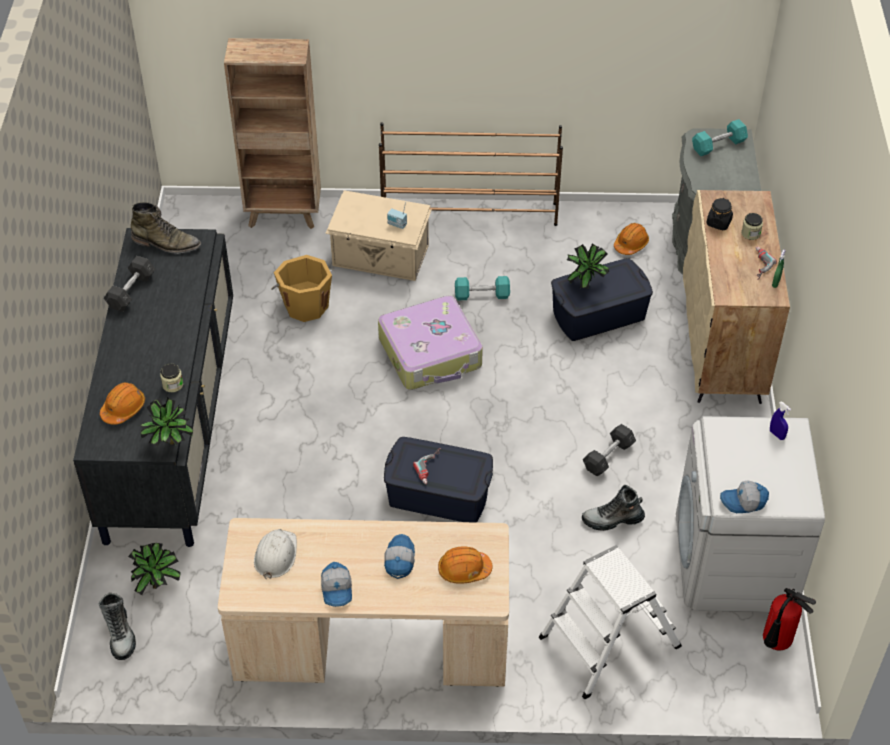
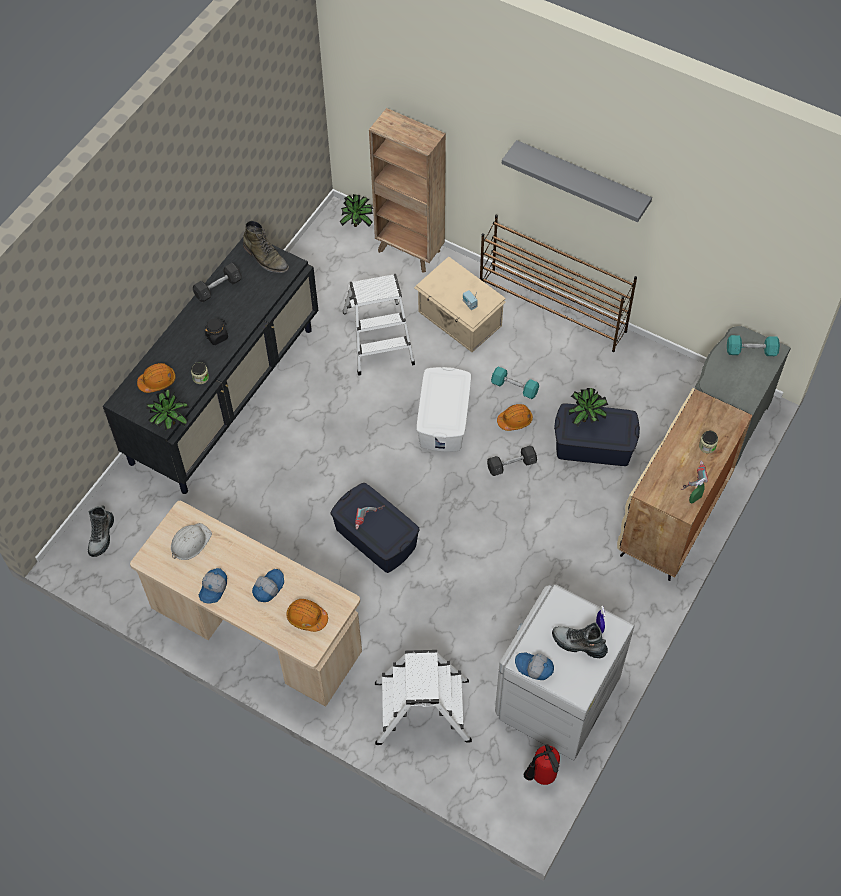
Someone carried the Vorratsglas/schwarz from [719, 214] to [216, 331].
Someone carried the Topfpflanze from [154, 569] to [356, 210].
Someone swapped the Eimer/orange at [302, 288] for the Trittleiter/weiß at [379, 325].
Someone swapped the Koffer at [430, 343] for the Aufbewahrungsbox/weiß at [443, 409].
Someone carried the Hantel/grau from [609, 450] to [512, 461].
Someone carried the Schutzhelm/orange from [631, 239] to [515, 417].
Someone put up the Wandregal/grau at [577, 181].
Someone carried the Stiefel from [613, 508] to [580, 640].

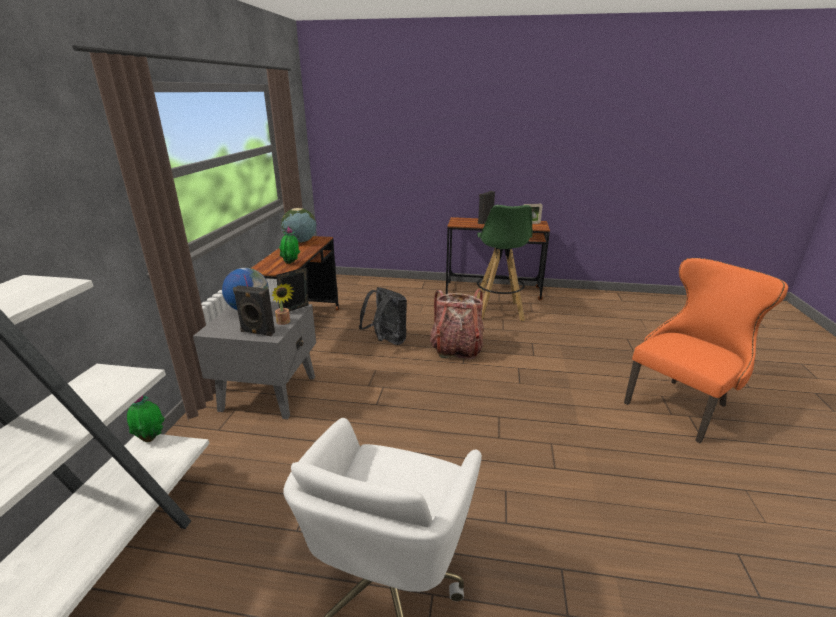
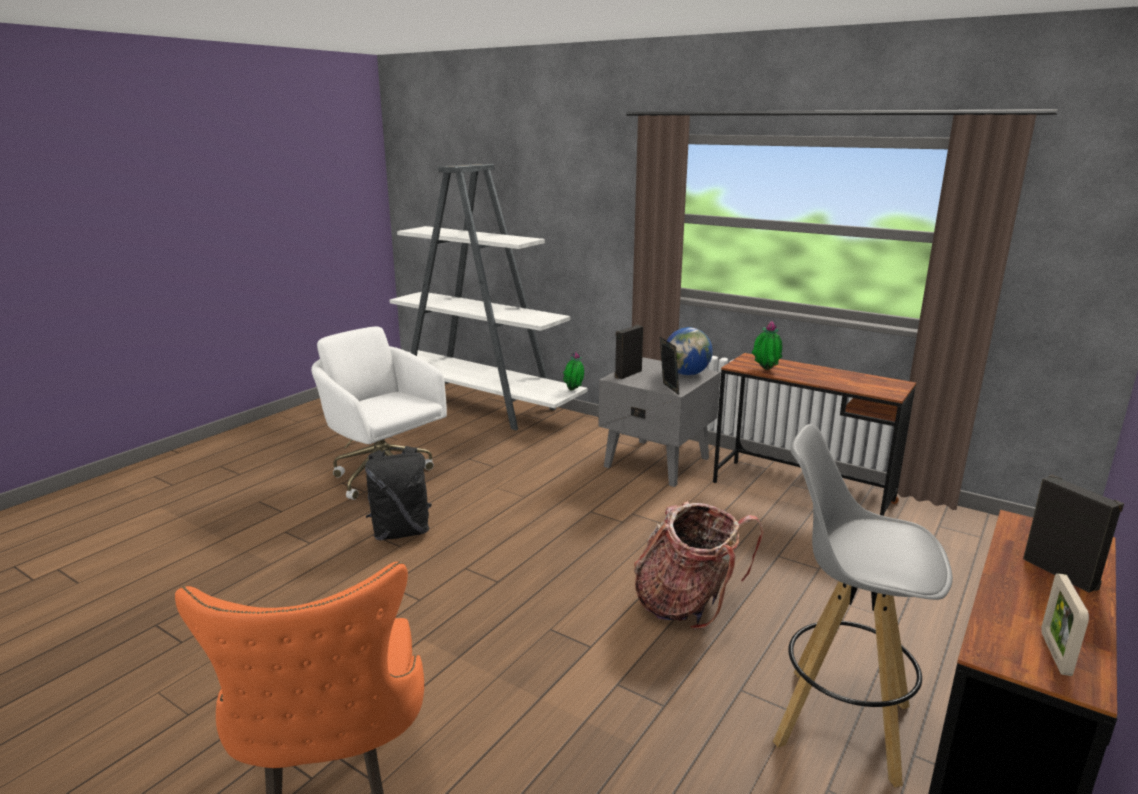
Someone carried the Rucksack/schwarz from [383, 316] to [398, 493].
Someone repainted the Hocker/grün at [504, 263], which became the Hocker/grau at [863, 605].
Someone took away the Topfpflanze at [283, 304].
Someone took away the Globus at [299, 225].

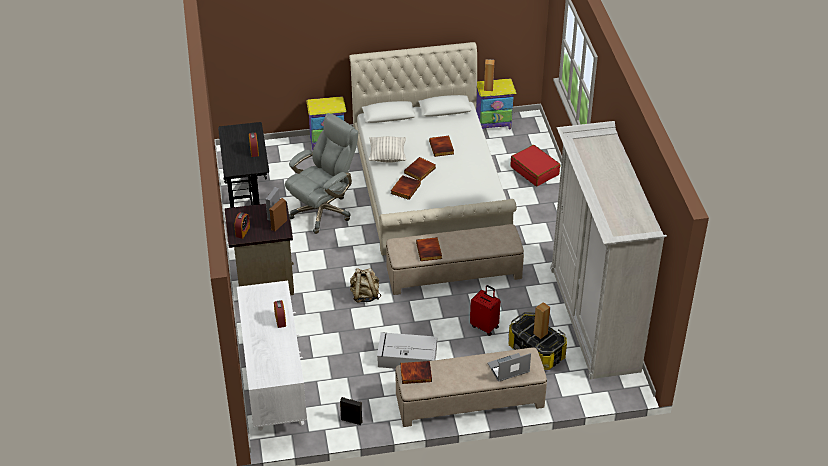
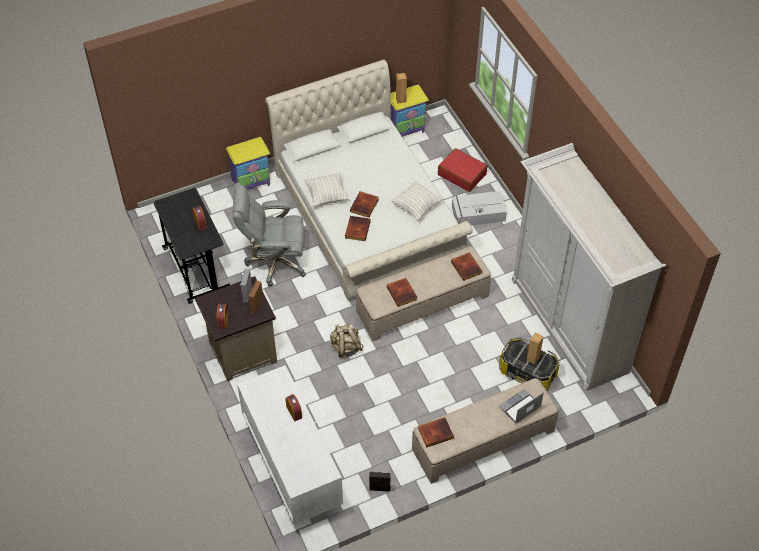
Someone rotated the Bürostuhl/grau at [322, 173] by 120 degrees counterclockwise.
Someone put down the Kissen at [417, 200].
Someone carried the Buch from [441, 146] to [466, 266].
Someone carried the Aufbewahrungsbox/grau from [407, 350] to [479, 208].
Someone took away the Koffer/rot at [485, 310].

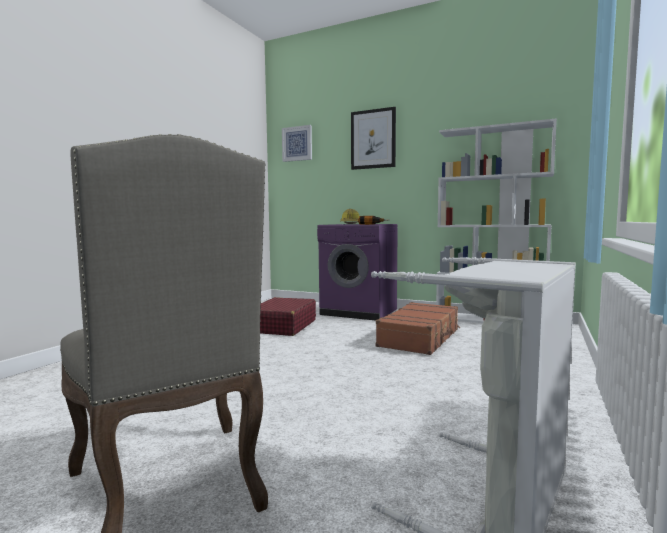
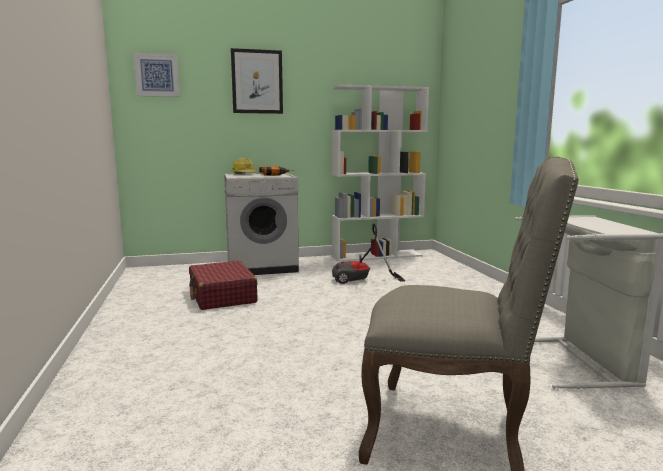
Someone repainted the Waschmaschine/lila at [357, 272], which became the Waschmaschine/weiß at [261, 224].
Someone swapped the Koffer/braun at [417, 328] for the Staubsauger at [368, 253].

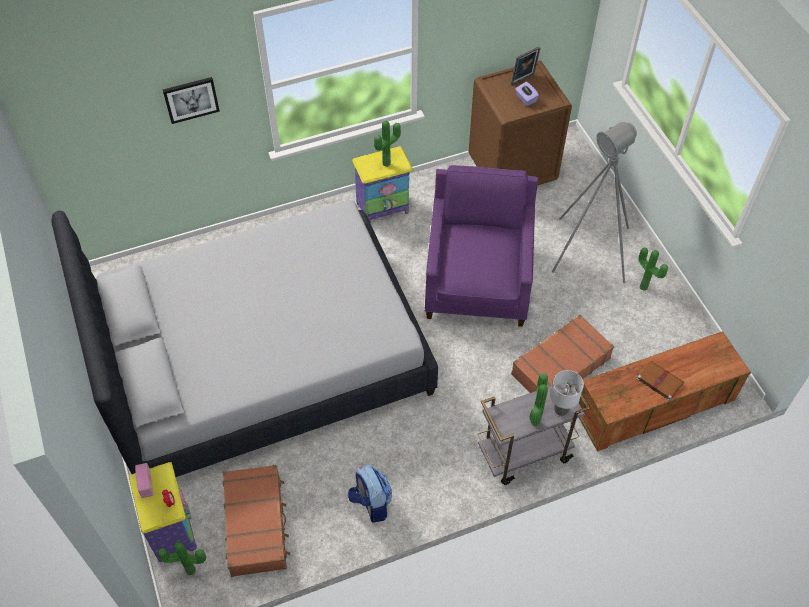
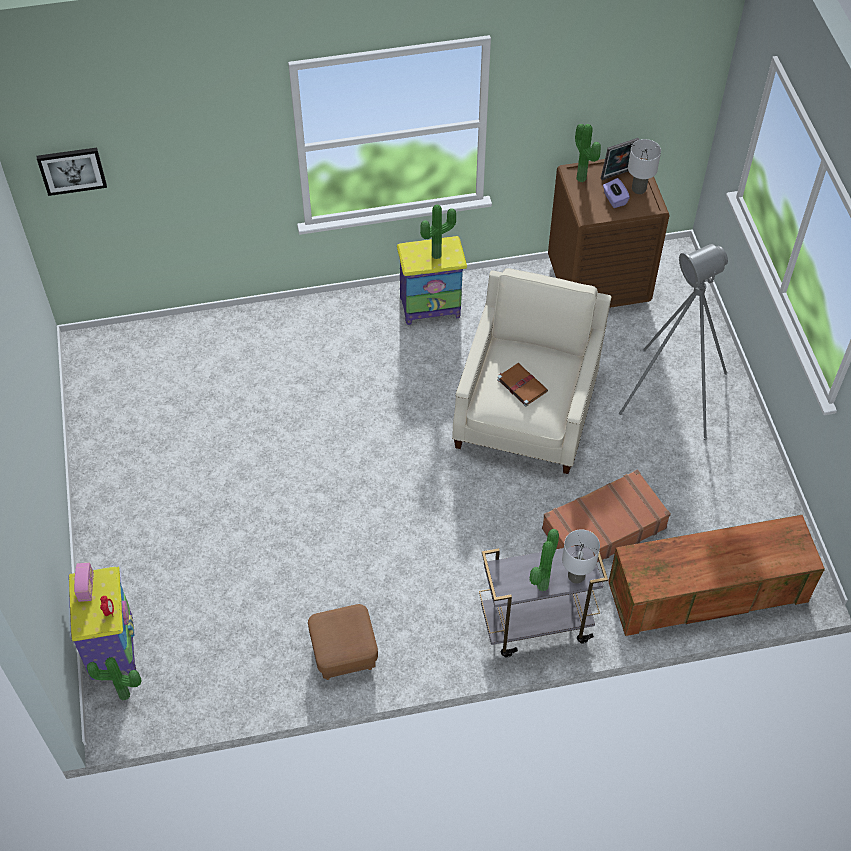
Someone carried the Bild from [191, 100] to [72, 171].
Someone swapped the Rucksack at [370, 494] for the Polsterhocker/braun at [343, 642].
Someone repainted the Sessel/lila at [481, 246], which became the Sessel/beige at [532, 371].
Someone carried the Buch/braun from [660, 381] to [522, 385].
Someone carried the Topfpflanze from [653, 269] to [588, 153].
Someone put down the Tischlampe/weiß at [644, 166].
Someone took away the Bett/grau at [244, 338].
Someone took away the Koffer/braun at [256, 521].

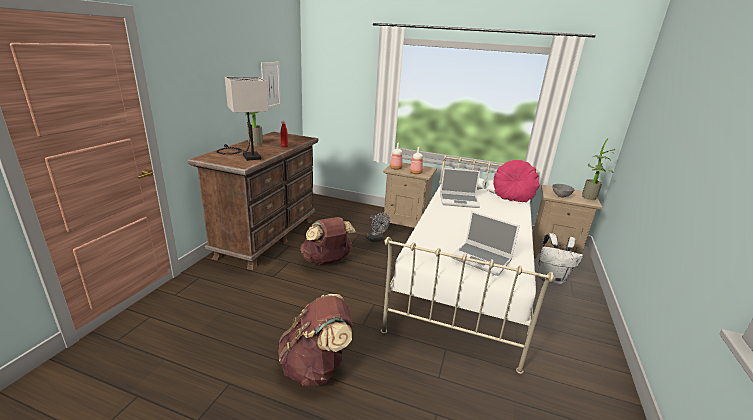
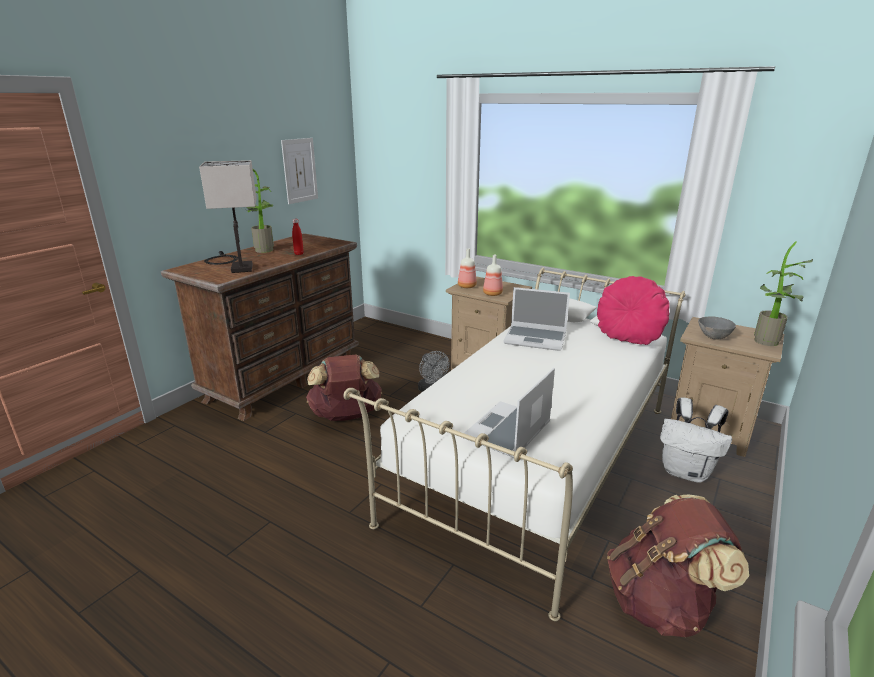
Someone rotated the Laptop at [485, 243] by 75 degrees clockwise.
Someone carried the Rucksack/braun from [316, 340] to [678, 566].

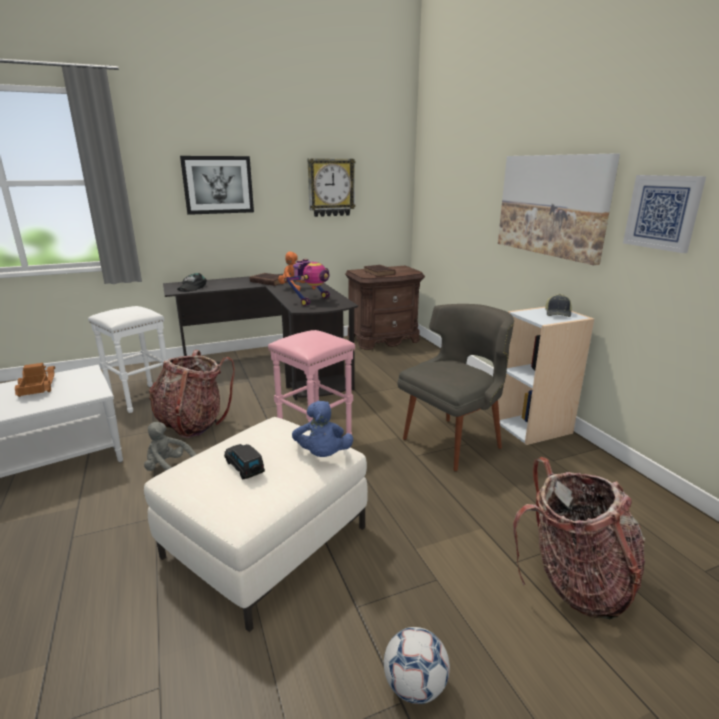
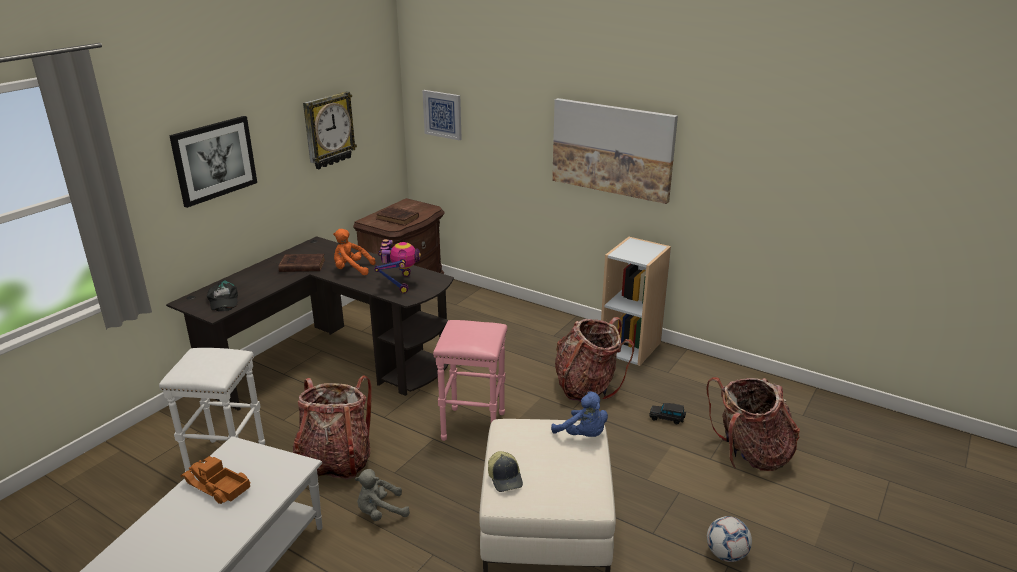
Someone carried the Bild from [664, 214] to [442, 115].
Someone carried the Kappe from [558, 305] to [505, 471].
Someone swapped the Stuhl/grau at [455, 388] for the Rucksack at [594, 359].
Someone carried the Spielzeugauto/schwarz from [244, 461] to [667, 413].

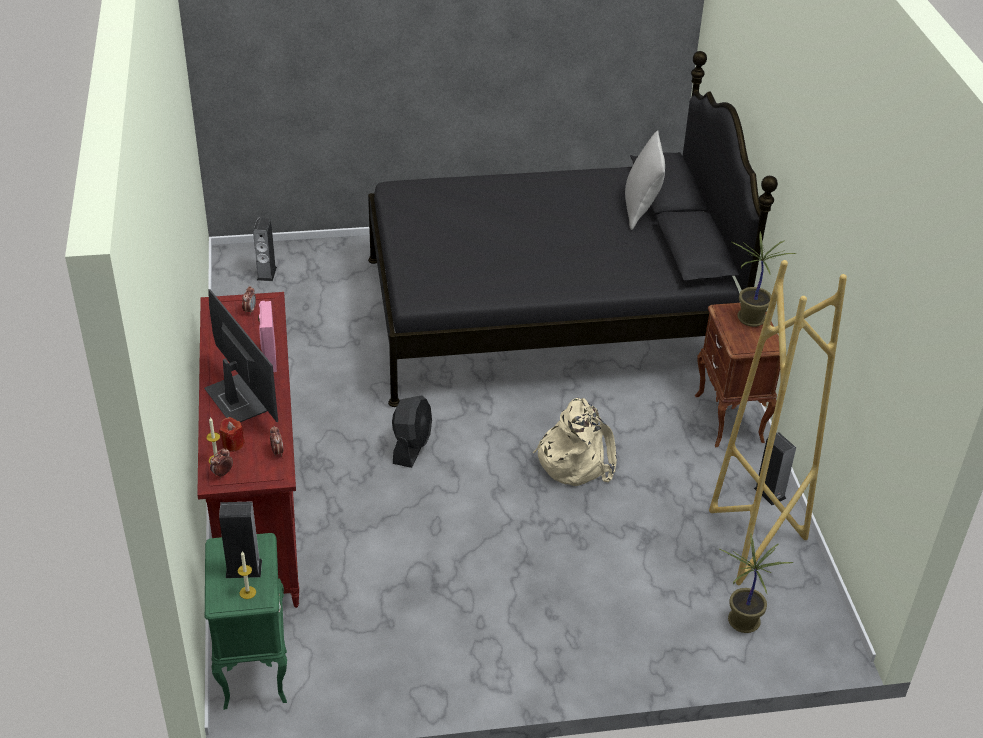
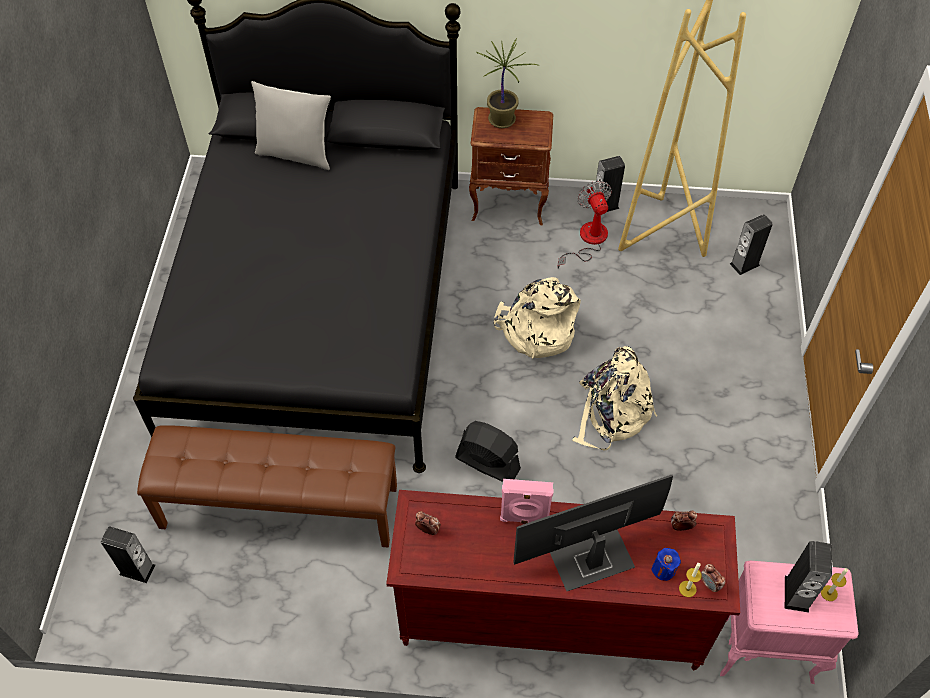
Someone put down the Bank/braun at [267, 486].
Someone put down the Ventilator at [585, 225].
Someone put down the Rucksack/beige at [614, 398].
Someone repainted the Kerze/rot at [232, 434], which became the Kerze/blau at [666, 564].
Someone repainted the Nachttisch/grün at [246, 621], which became the Nachttisch/rosa at [789, 622].
Someone swapped the Topfpflanze at [756, 583] for the Lautsprecher at [751, 244].

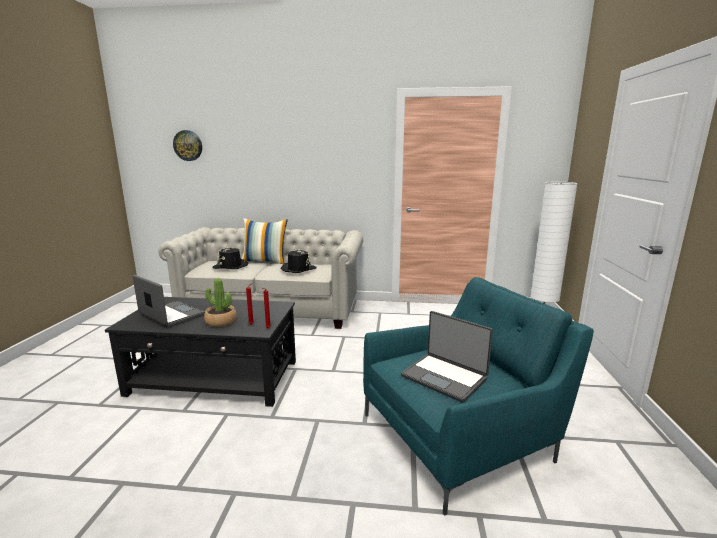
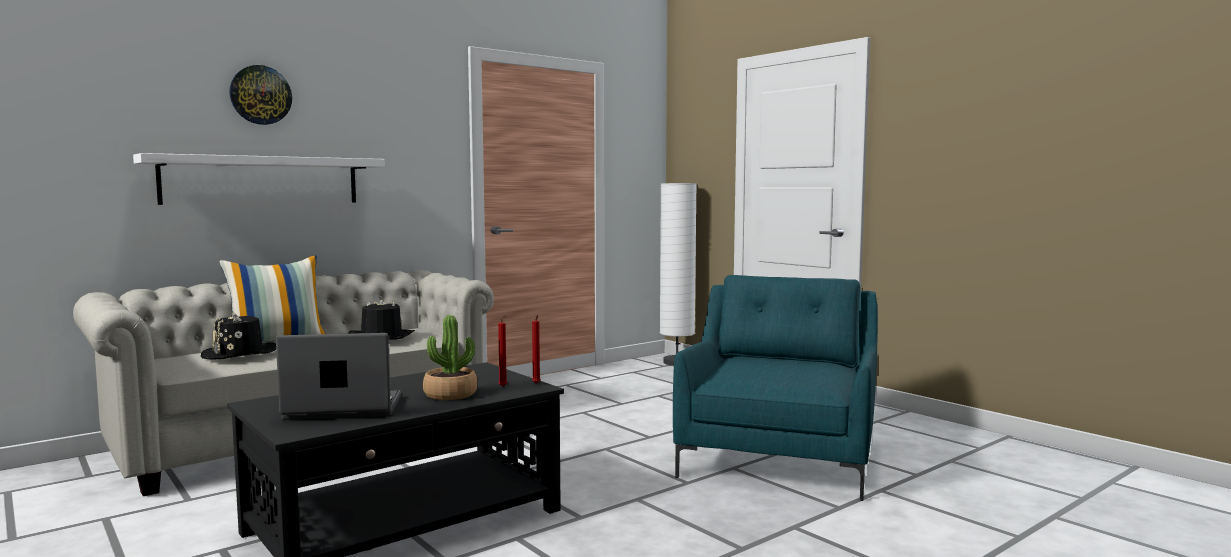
Someone put up the Wandregal/weiß at [259, 179].
Someone carried the Wanduhr from [187, 145] to [261, 95].
Someone took away the Laptop at [447, 357].

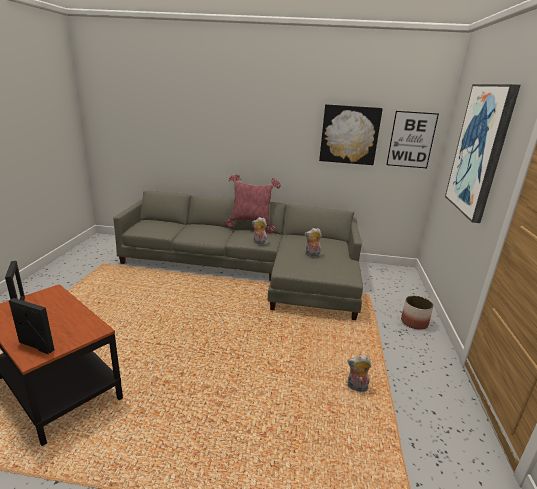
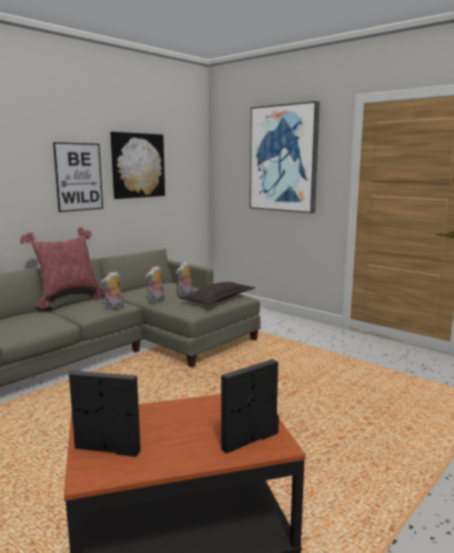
Someone carried the Bild from [412, 139] to [78, 177].
Someone carried the Plüschtier from [359, 373] to [155, 284].
Someone put down the Kissen at [217, 293].
Someone took away the Pflanzkübel at [417, 313].

